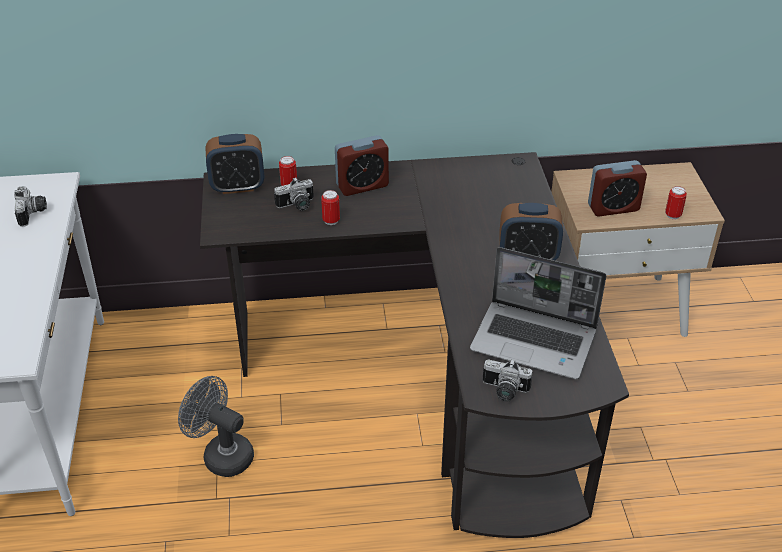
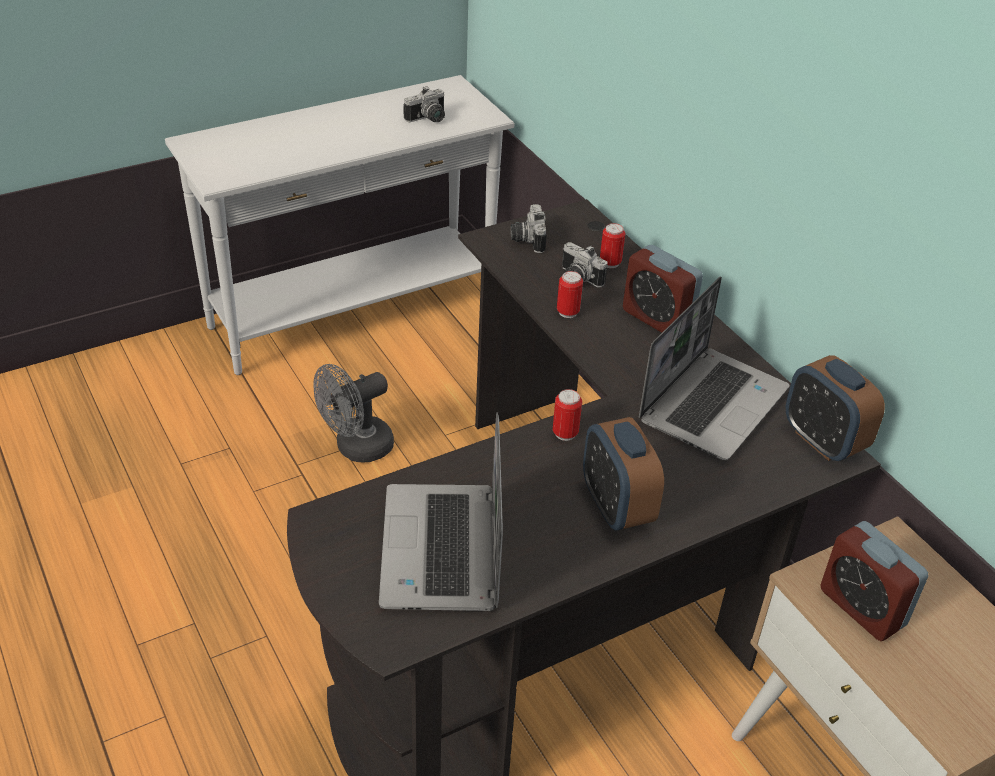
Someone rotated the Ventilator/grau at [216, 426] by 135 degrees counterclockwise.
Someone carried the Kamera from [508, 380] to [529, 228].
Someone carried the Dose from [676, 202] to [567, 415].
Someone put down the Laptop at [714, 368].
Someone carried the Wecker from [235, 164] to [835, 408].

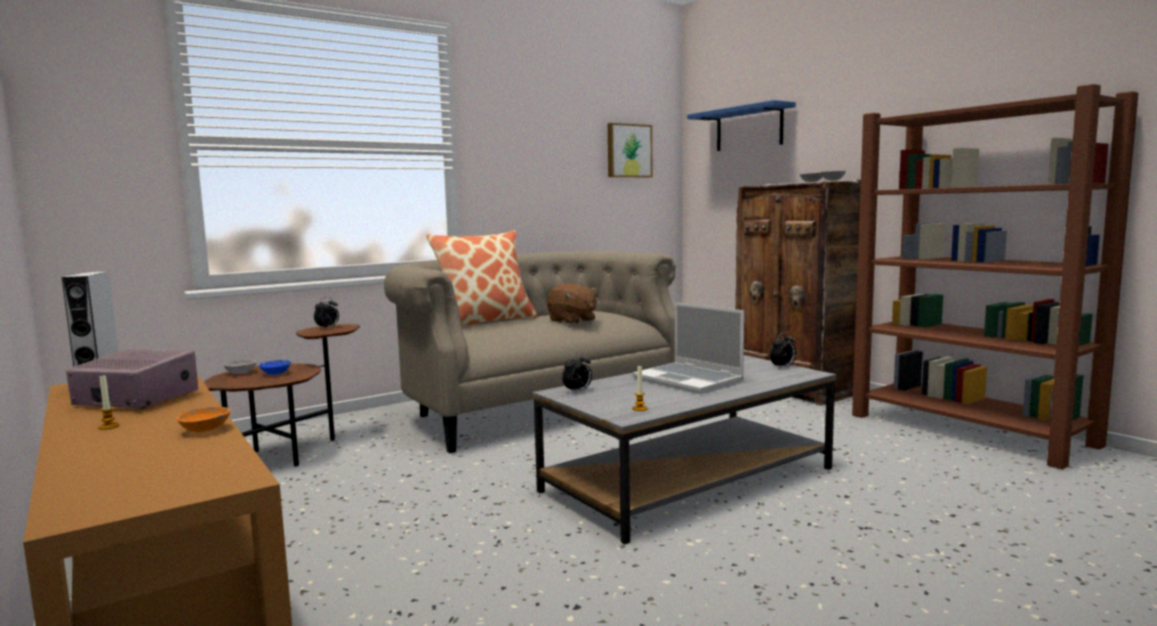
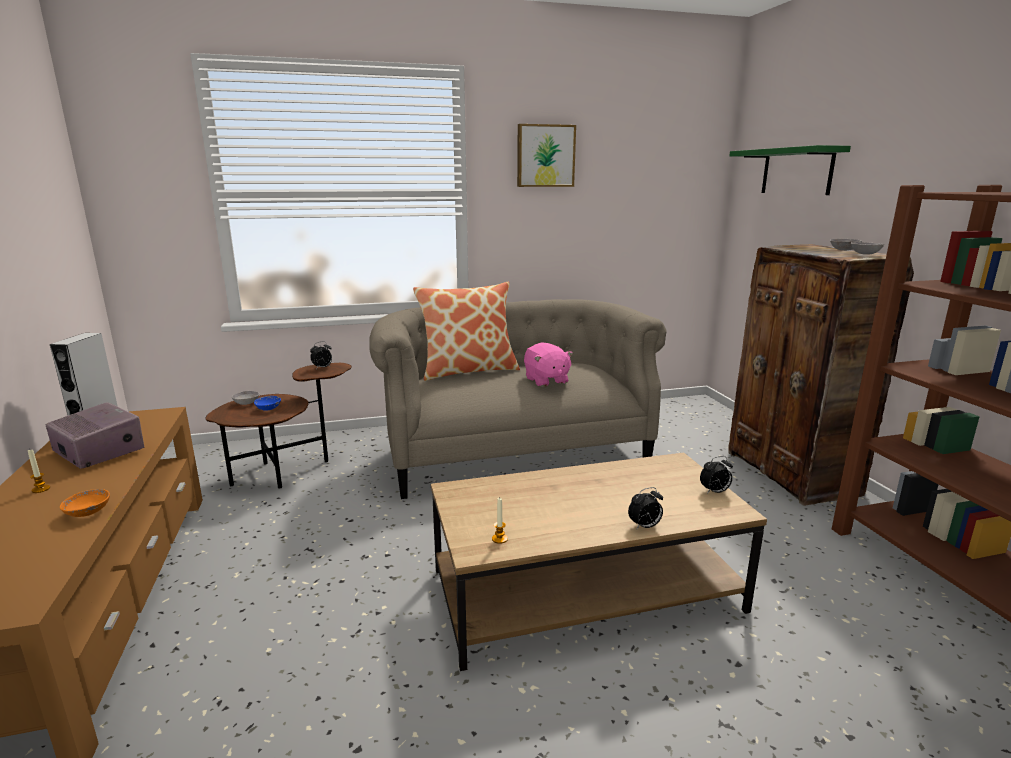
Someone repainted the Couchtisch/grau at [684, 449], which became the Couchtisch/braun at [599, 562].
Someone carried the Bild from [630, 150] to [546, 155].
Someone repainted the Plüschtier/braun at [571, 303], which became the Plüschtier/rosa at [548, 364].
Someone carried the Wecker from [577, 373] to [645, 508].
Someone repainted the Wandregal/blau at [741, 125], which became the Wandregal/grün at [790, 170].
Someone took away the Laptop at [688, 348].

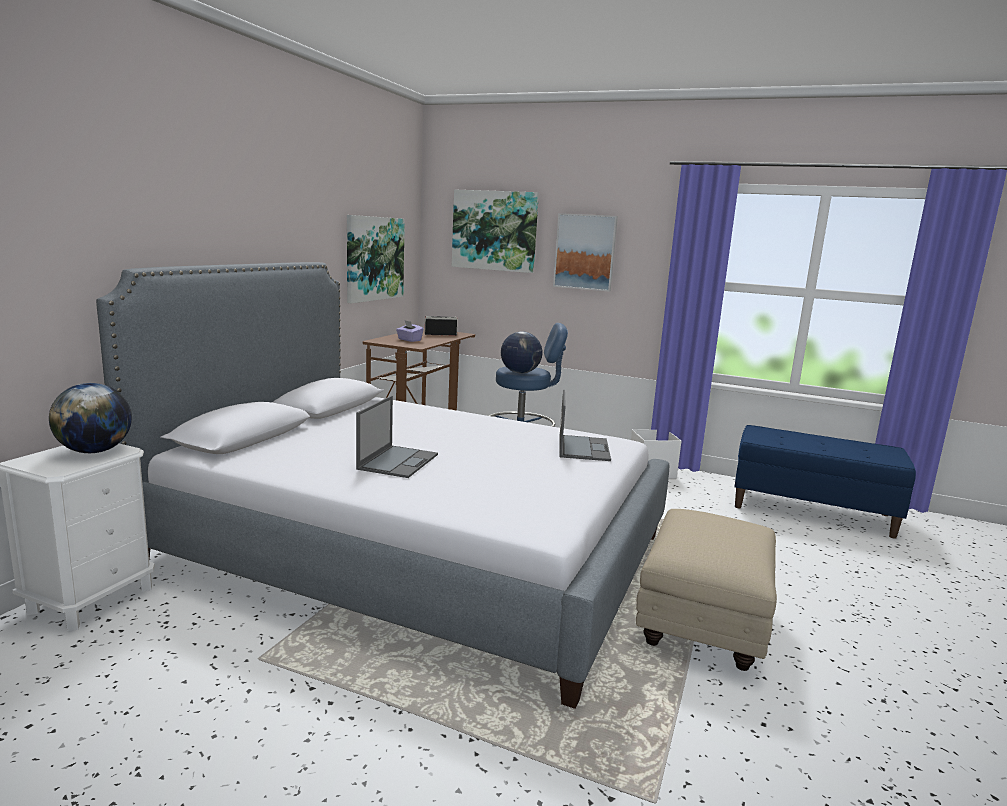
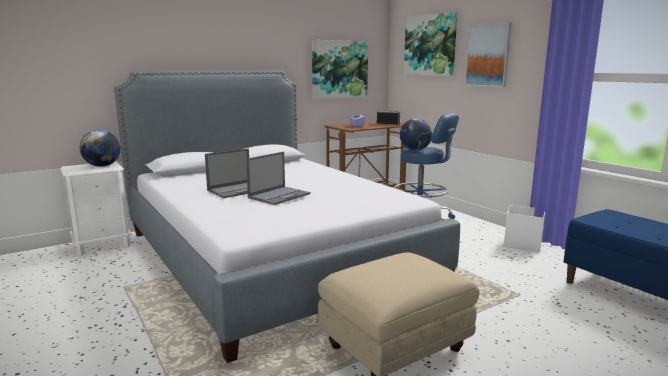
Someone carried the Laptop from [585, 425] to [278, 178].

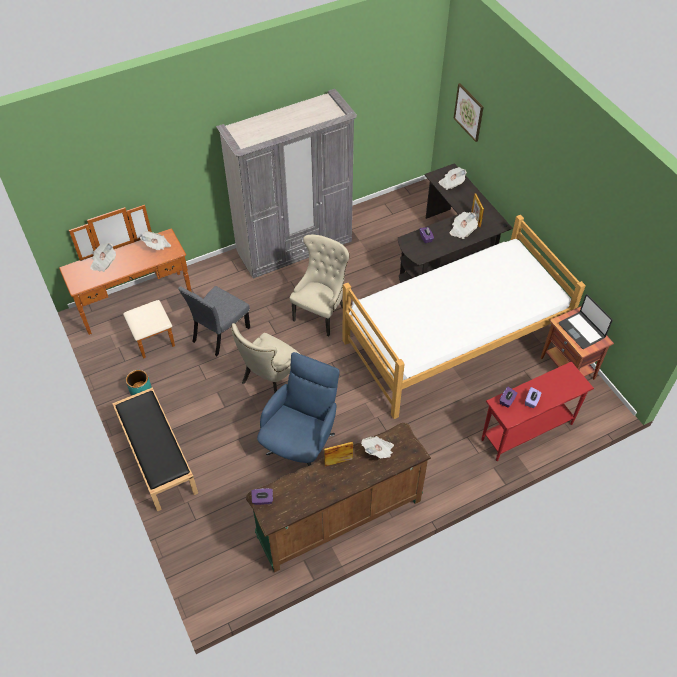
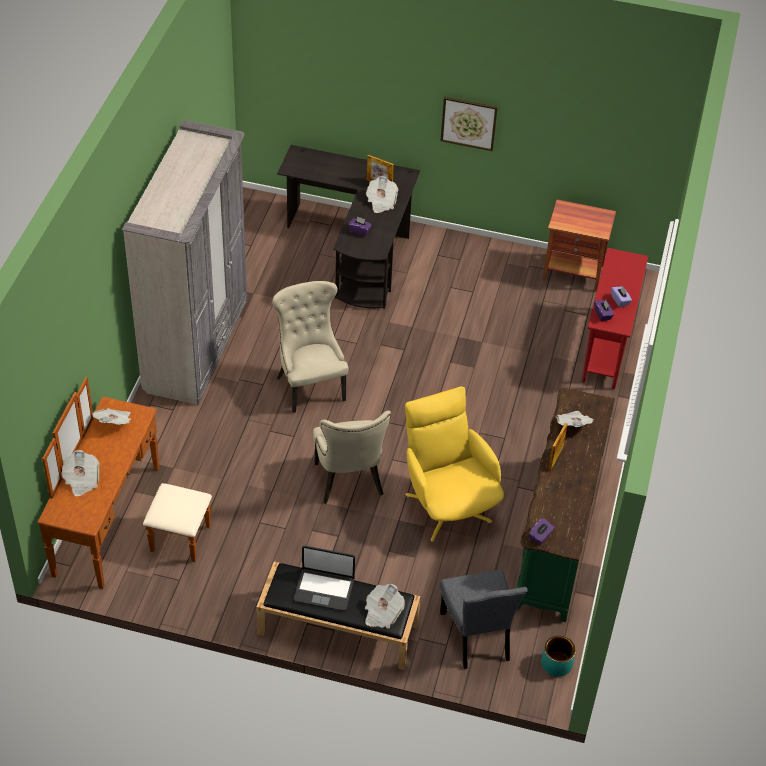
Someone carried the Laptop from [586, 321] to [324, 578].
Someone carried the Zeitung from [453, 178] to [385, 606].
Someone repainted the Sessel/blau at [298, 409], which became the Sessel/gelb at [454, 464].
Someone carried the Stuhl/grau from [214, 321] to [484, 619].
Someone carried the Bild from [468, 112] to [469, 124].
Someone carried the Pflanzkübel/türkis from [139, 383] to [558, 656].
Someone took away the Bett at [464, 317].

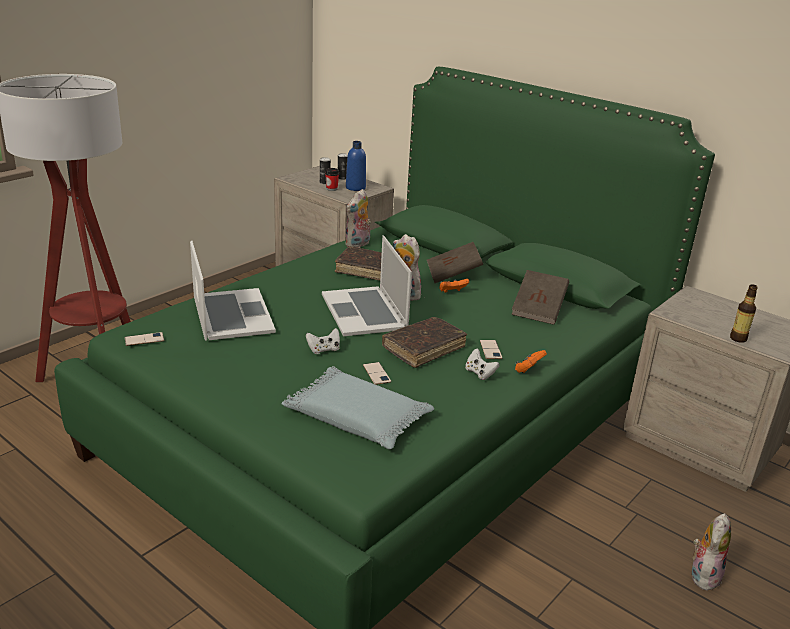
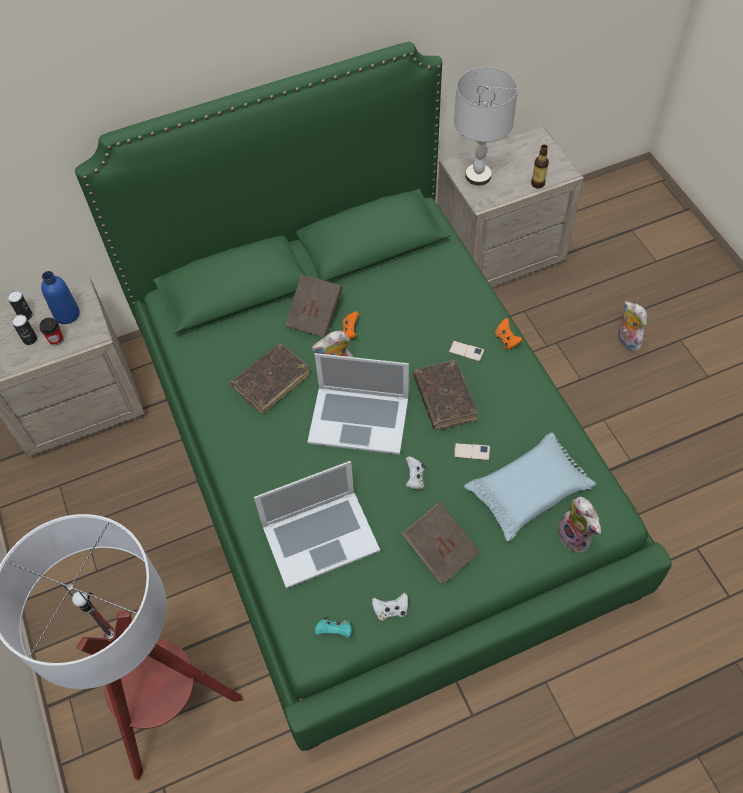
Someone rotated the Laptop at [233, 291] by 150 degrees clockwise.
Someone swapped the Handy at [144, 339] for the Gamepad/türkis at [333, 627].
Someone carried the Gamepad/weiß from [482, 364] to [390, 606].
Someone carried the Buch/braun from [540, 297] to [440, 543].
Someone put down the Tischlampe/grau at [486, 126].
Someone carried the Plüschtier from [358, 218] to [579, 524].

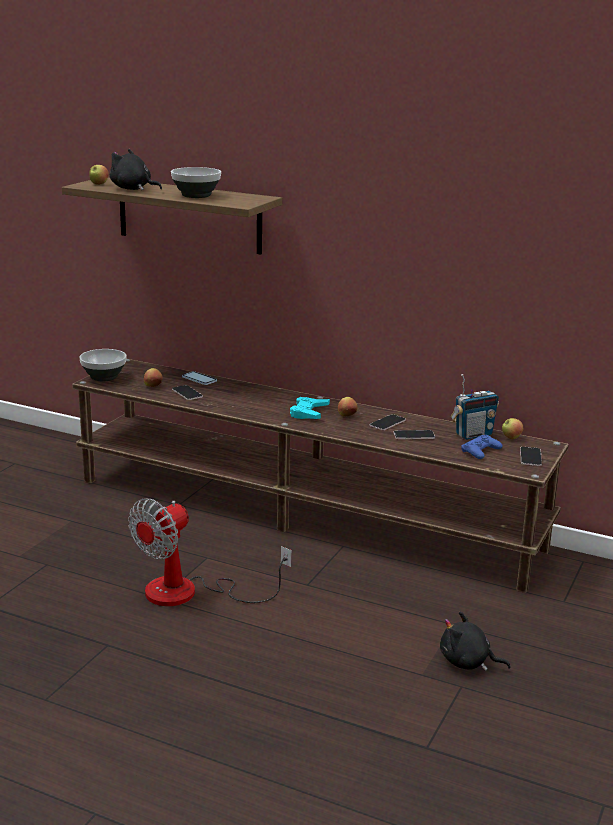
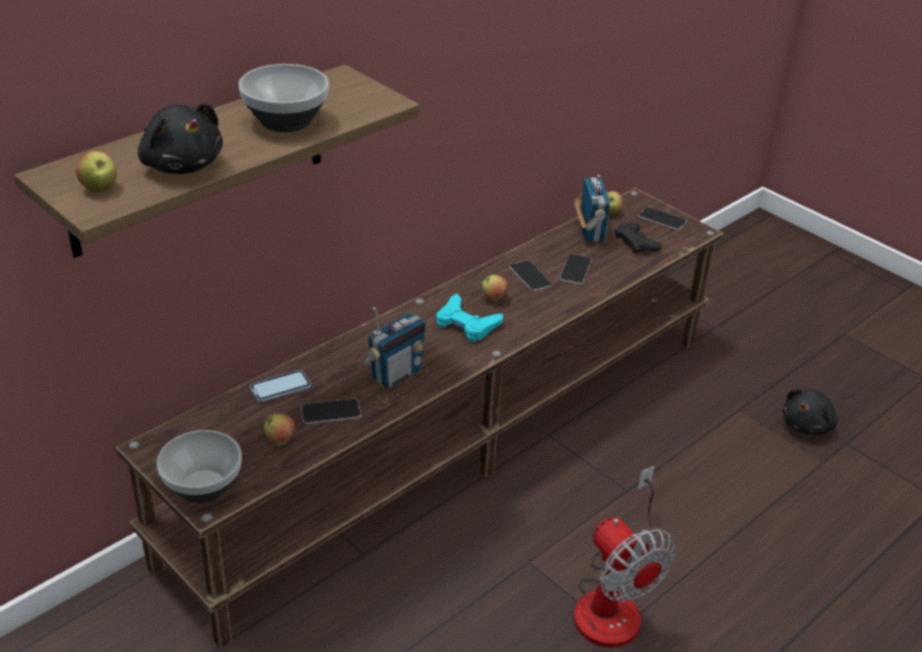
Someone rotated the Plüschtier/schwarz at [136, 169] by 90 degrees counterclockwise.
Someone put down the Radio at [394, 348].
Someone repainted the Gamepad/blau at [482, 447], which became the Gamepad/schwarz at [638, 238].

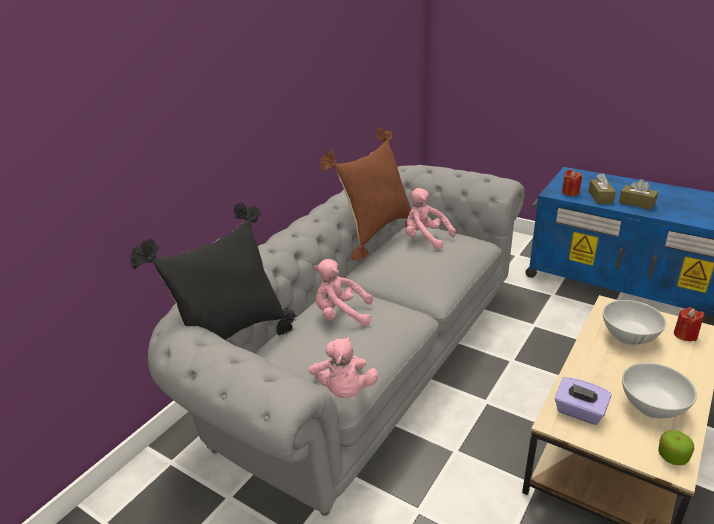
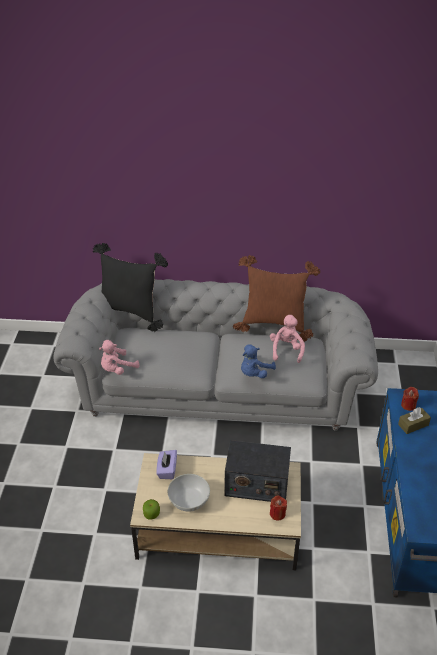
Someone swapped the Schüssel/weiß at [634, 322] for the Radio at [257, 471].
Someone put down the Plüschtier/blau at [258, 361].
Someone took away the Plüschtier/rosa at [343, 292].
Someone took away the Taschentuchbox/braun at [638, 194].

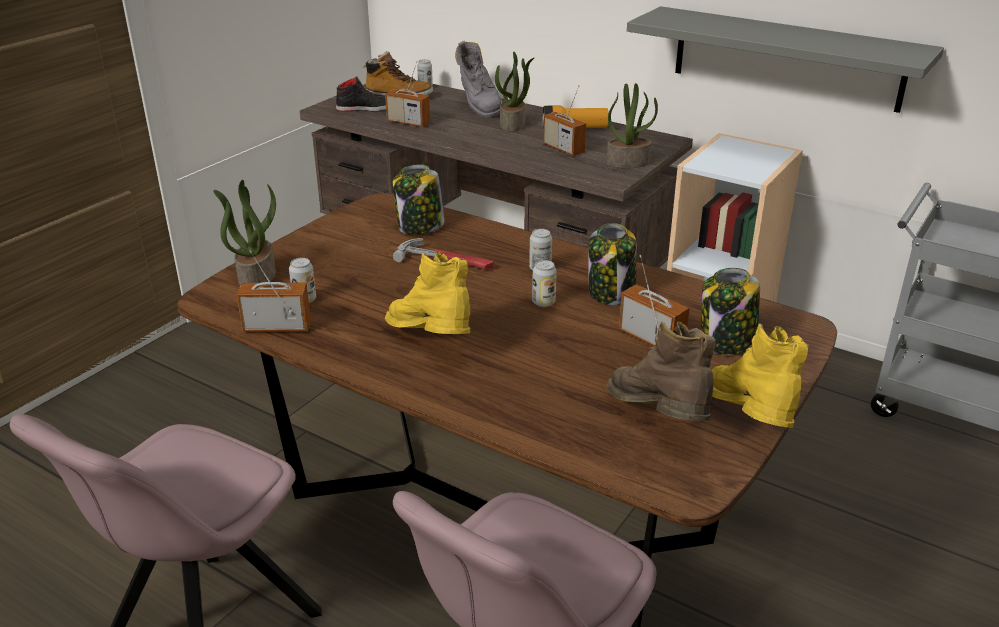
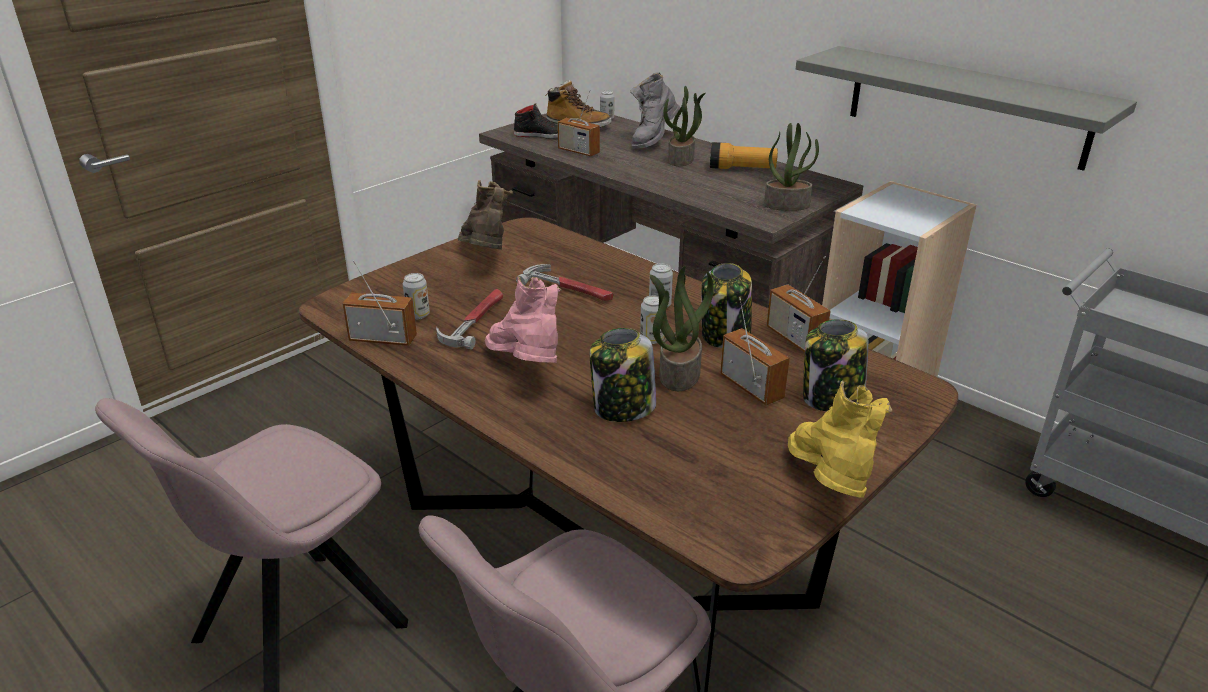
Someone put down the Hammer at [469, 319].
Someone carried the Stiefel/braun from [660, 371] to [485, 215].
Someone repainted the Stiefel/gelb at [427, 293], which became the Stiefel/rosa at [523, 319].
Someone carried the Vorratsglas from [419, 199] to [623, 375].
Someone rotated the Stiefel/grau at [478, 79] by 45 degrees clockwise.
Someone carried the Topfpflanze from [244, 233] to [682, 328].
Someone carried the Radio from [564, 120] to [799, 304].

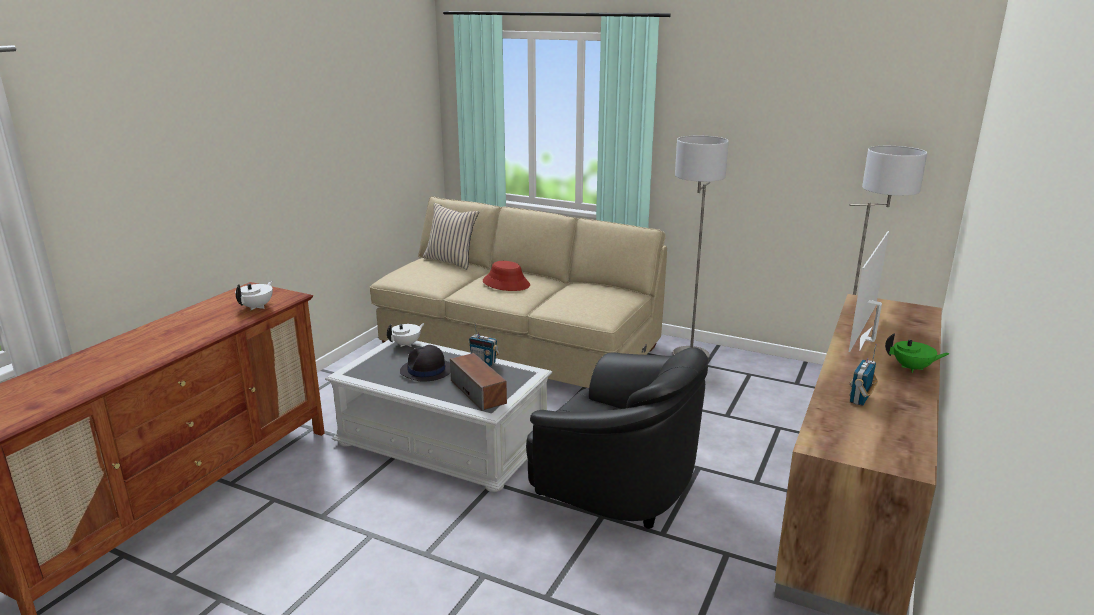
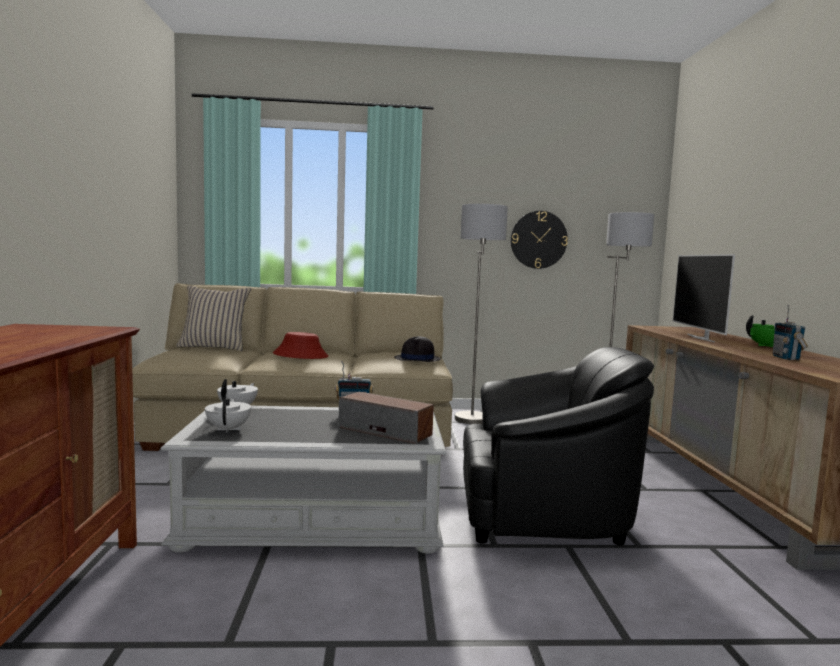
Someone carried the Teekanne/weiß from [254, 295] to [228, 415].
Someone carried the Hut/schwarz from [425, 363] to [417, 349].
Someone put up the Wanduhr at [539, 240].

